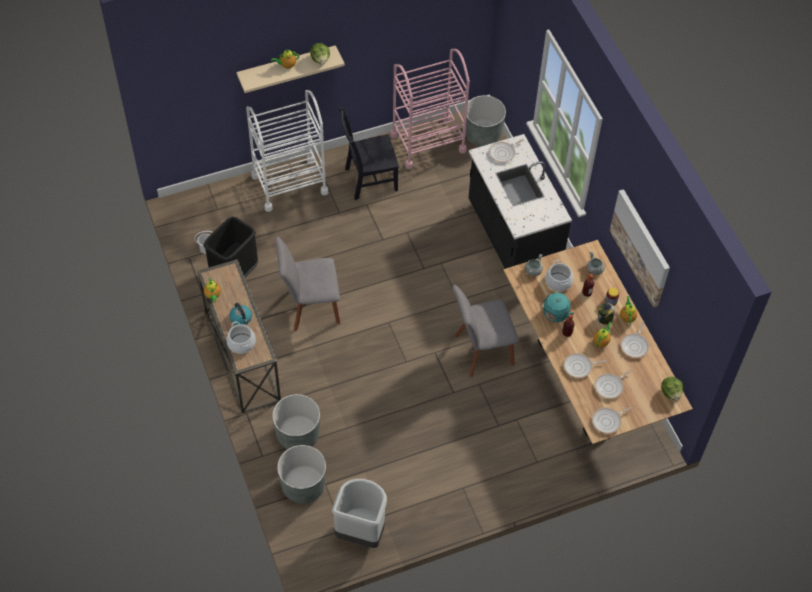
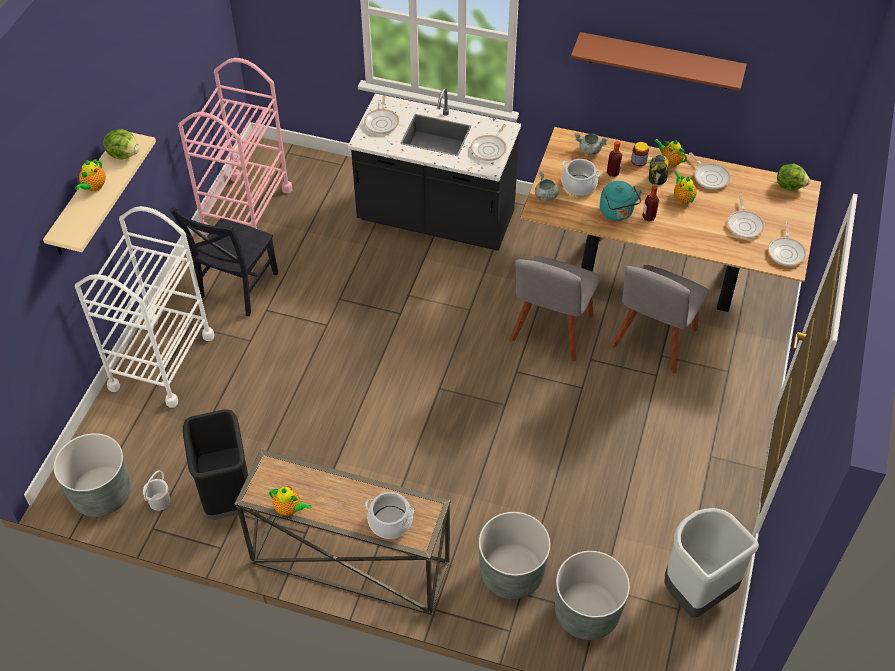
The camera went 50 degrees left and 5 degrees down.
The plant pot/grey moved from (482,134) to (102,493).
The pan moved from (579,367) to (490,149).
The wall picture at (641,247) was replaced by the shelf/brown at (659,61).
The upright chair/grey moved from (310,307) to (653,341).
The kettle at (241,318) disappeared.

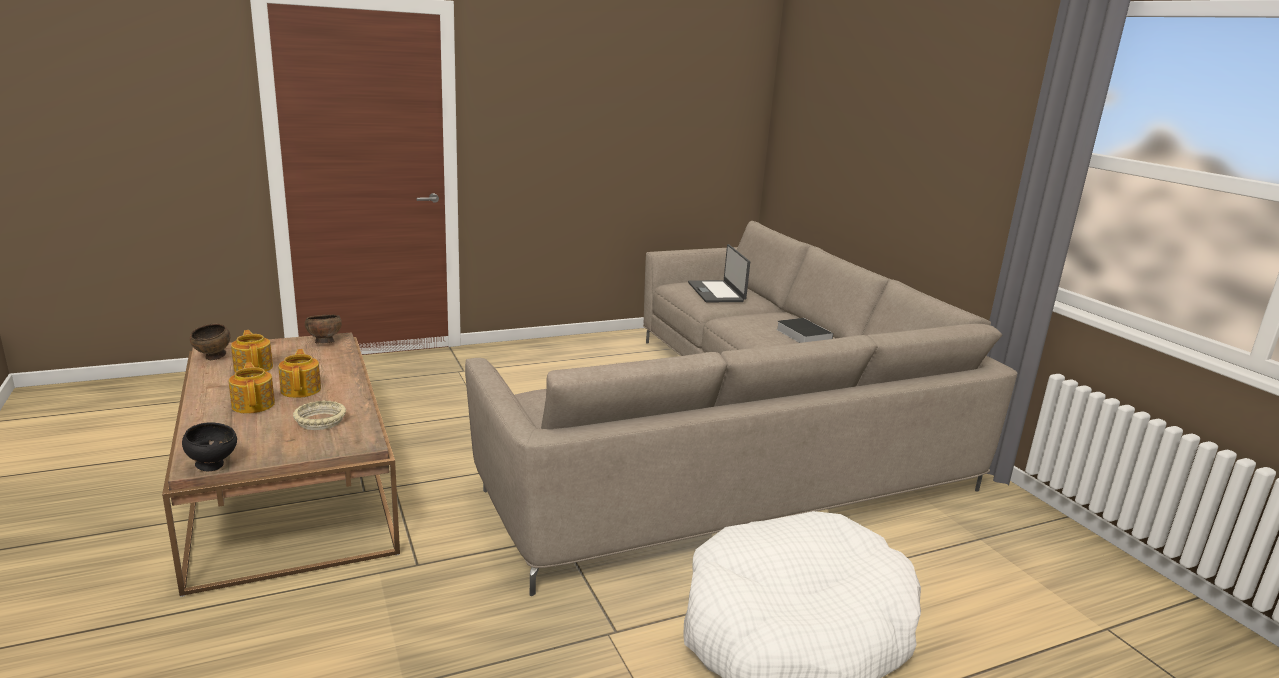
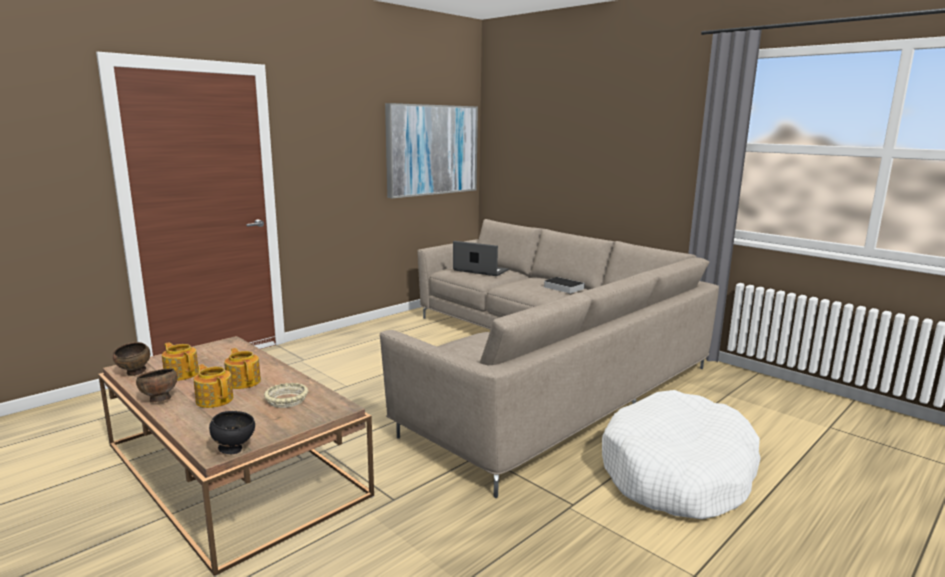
The camera went 20 degrees left and 5 degrees down.
The deep dish/brown moved from (324,343) to (159,400).
The wall picture at (432,150) appeared.
The laptop at (717,292) turned 150 degrees clockwise.

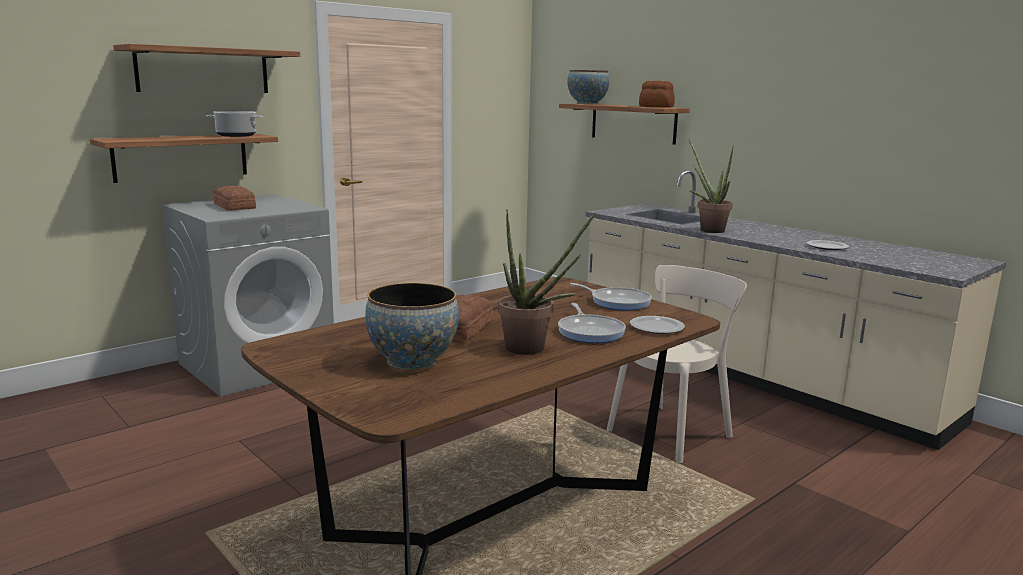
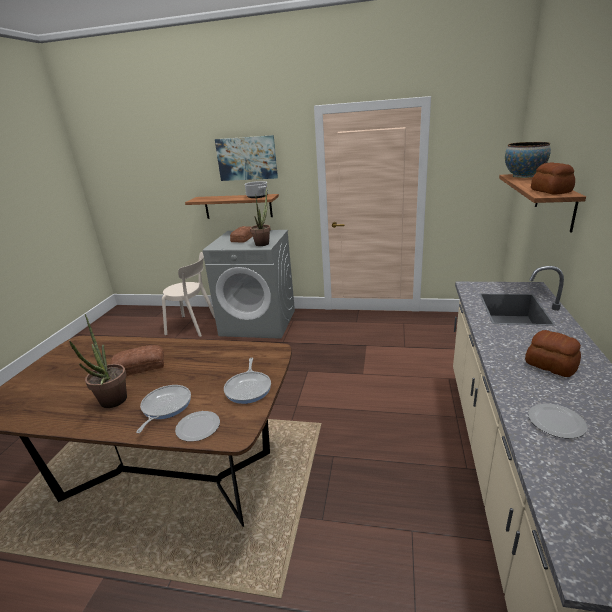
The camera went 55 degrees right and 10 degrees up.
The pan at (590,332) turned 150 degrees clockwise.
The upright chair/beige-coloured moved from (672,431) to (194,326).
The shelf at (203,70) was replaced by the wall picture at (247,158).
The plant in a pot moved from (708,229) to (263,243).
The bakery bread at (550,365) appeared.
The deep dish at (412,361) disappeared.

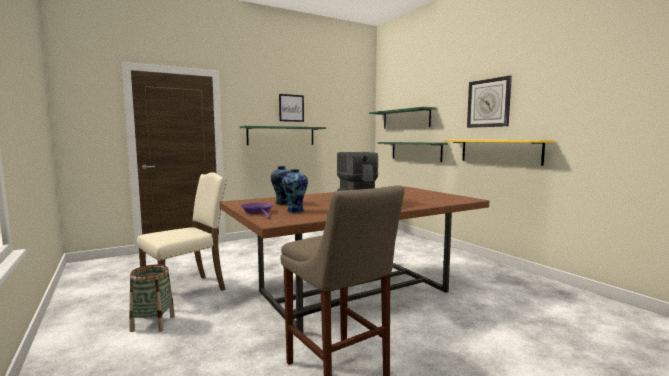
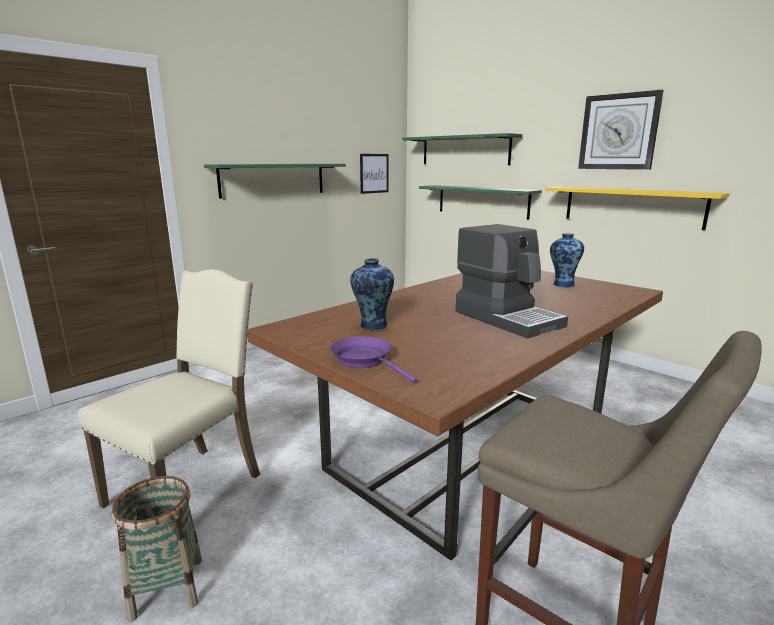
The camera went 15 degrees left and 10 degrees up.
The wall picture moved from (291,108) to (374,173).
The decorative vase moved from (295,211) to (562,284).

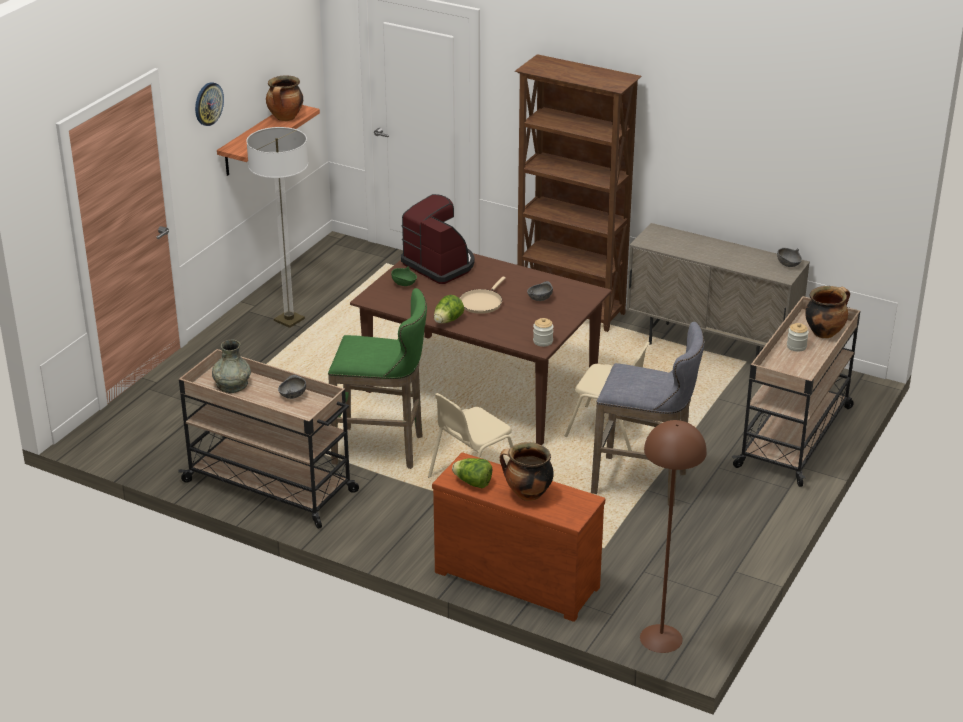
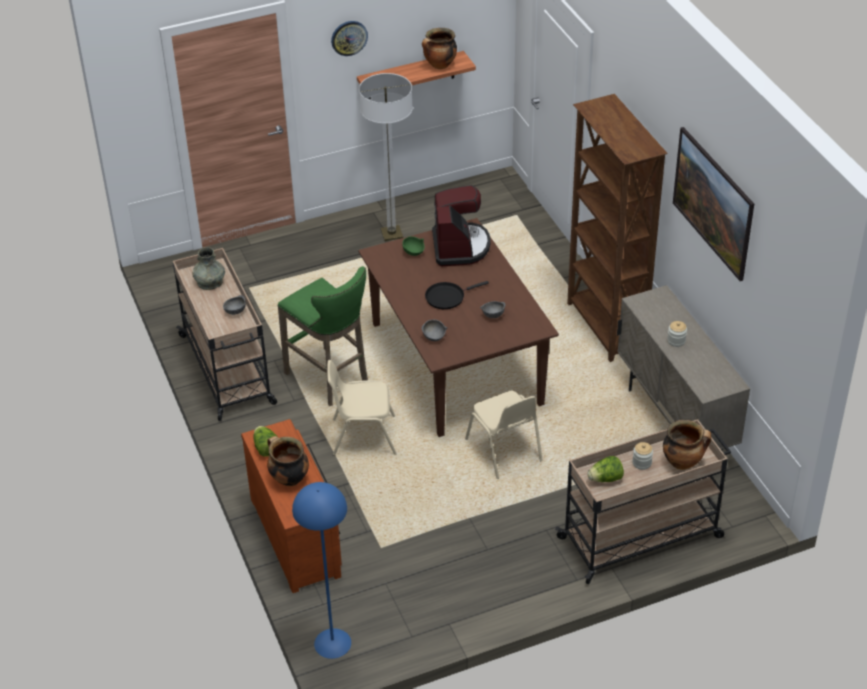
The camera went 40 degrees right and 10 degrees up.
The standard lamp/brown at (660,638) became the standard lamp/blue at (332,643).
The deep dish/grey moved from (788,265) to (434,337).
The pan/beige-coloured at (482,302) became the pan/blackish at (447,297).
The lettuce moved from (447,321) to (605,479).
The preserve jar moved from (543,341) to (676,341).
The wall picture at (710,221) appeared.
The stool seat/grey at (644,483) disappeared.

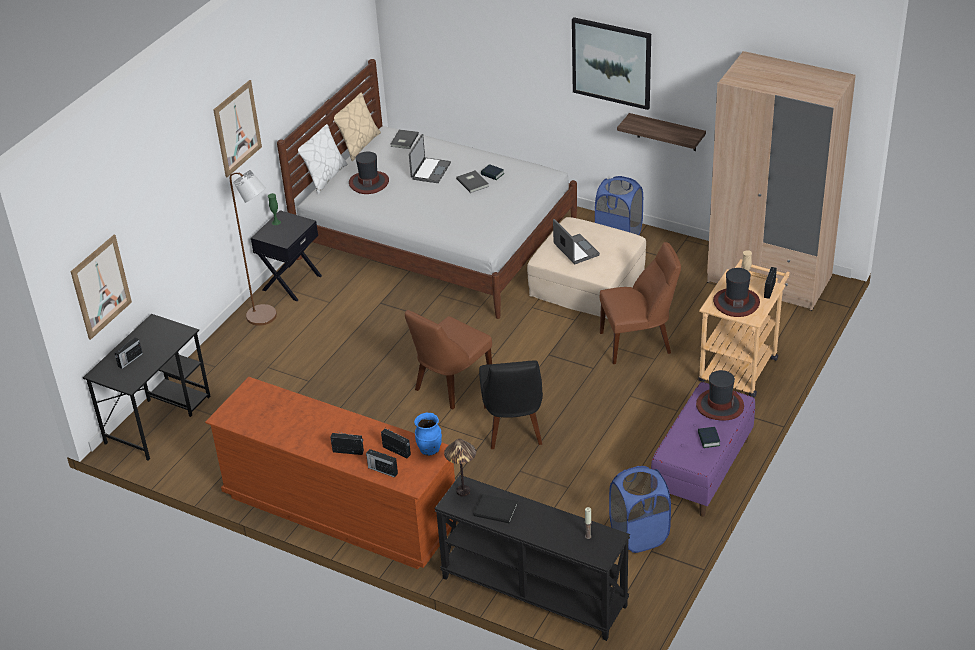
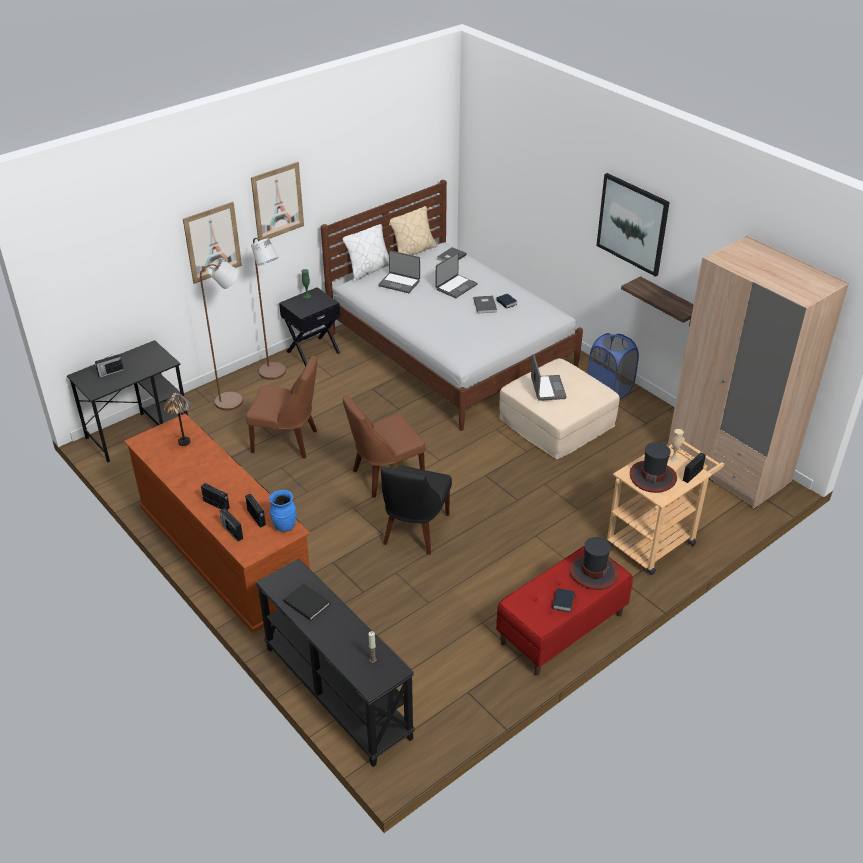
The camera went 20 degrees right and 0 degrees up.
The table lamp moved from (463,491) to (184,442).
The wall picture moved from (101,287) to (212,242).
The standard lamp/brown at (234,401) appeared.
The upright chair/brown moved from (639,342) to (288,441).
The clothing hat at (369,182) was replaced by the laptop at (399,283).
The indoor bench/purplish at (702,470) became the indoor bench/reddish at (562,629).
The washing basket/blue at (639,535) disappeared.

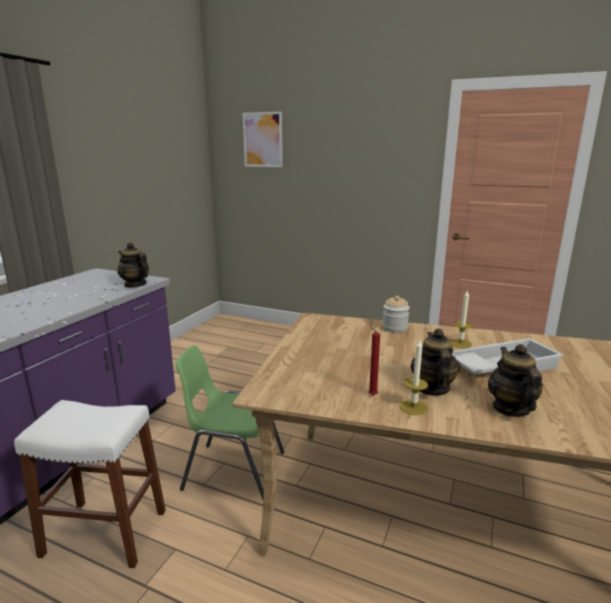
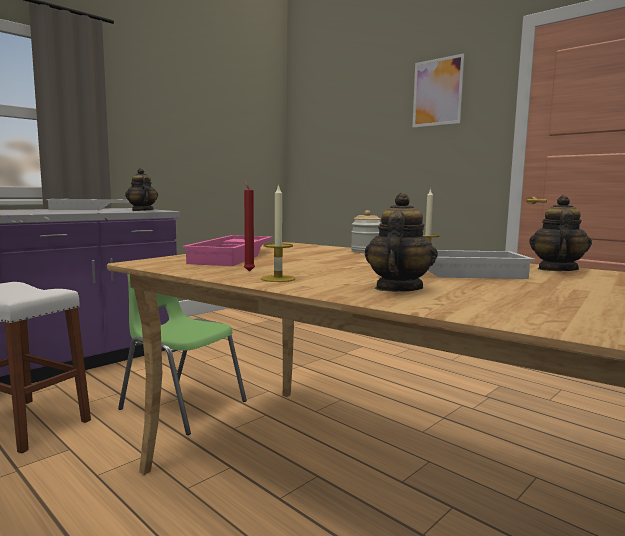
The camera went 20 degrees right and 10 degrees down.
The carrying tray/white-coloured at (89,209) appeared.
The carrying tray/pink at (233,257) appeared.
The wall picture moved from (262,140) to (437,92).
The teapot moved from (432,388) to (556,270).

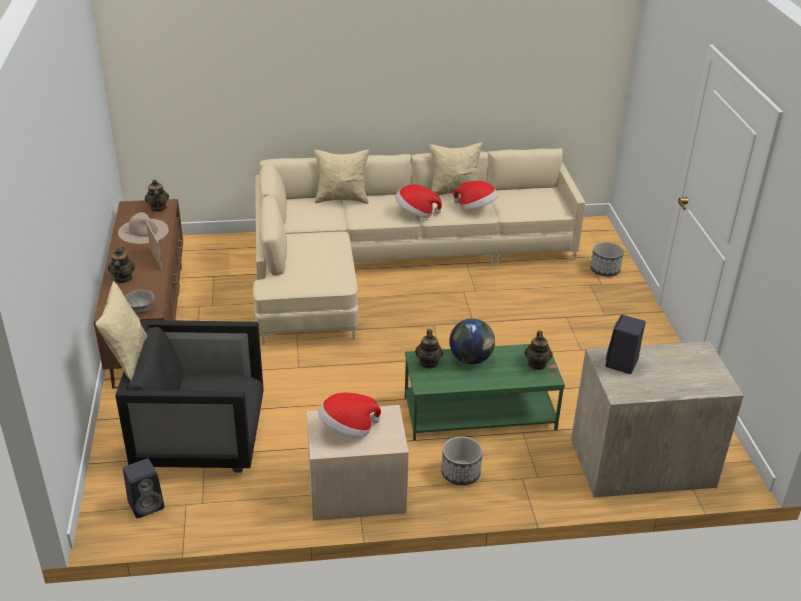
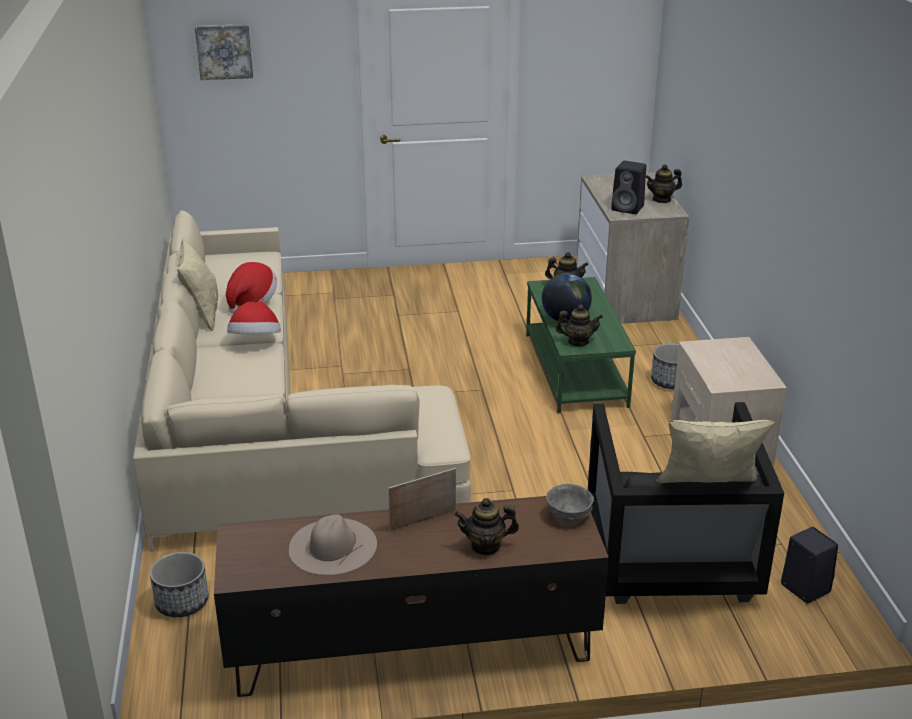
The camera went 90 degrees left and 5 degrees down.
The plant pot moved from (605,270) to (182,602).
The wall picture at (224,51) appeared.
The teapot moved from (158,208) to (662,199).
The throw pillow/beige-coloured at (342,199) disappeared.
The clothing hat at (347,429) disappeared.

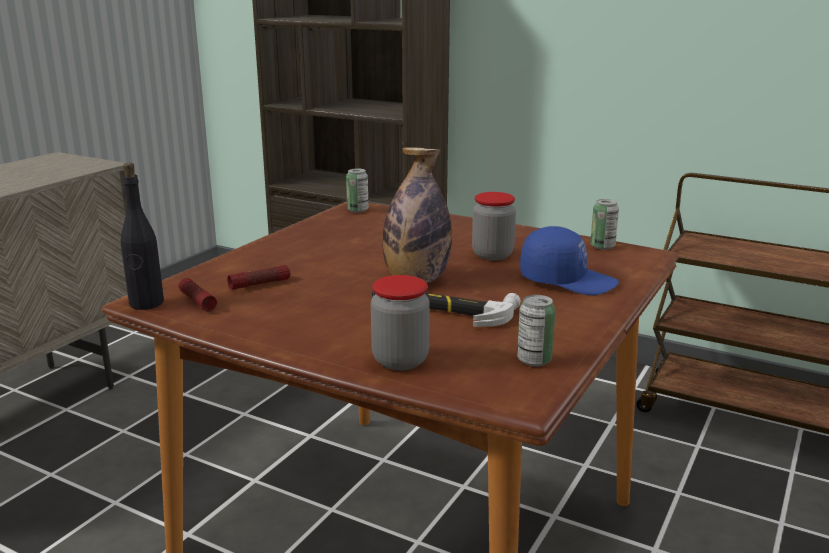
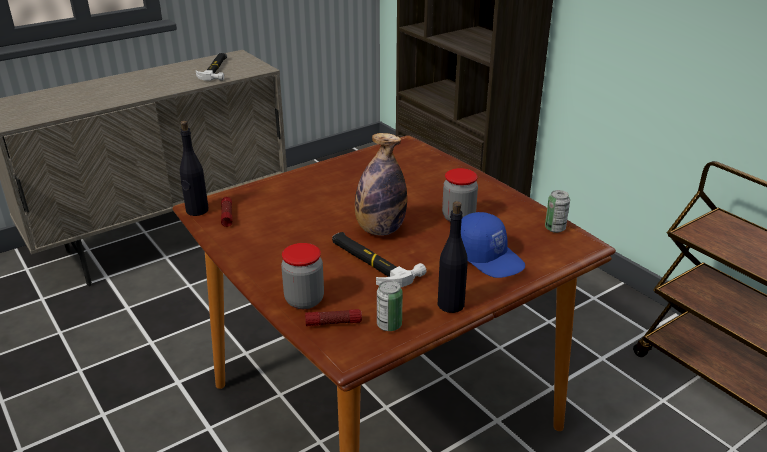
The camera went 25 degrees right and 10 degrees up.
The hand hammer at (216,69) appeared.
The hand torch moved from (260,284) to (333,323).
The bottle/blackish at (451,304) appeared.
The metal can at (357,210) disappeared.

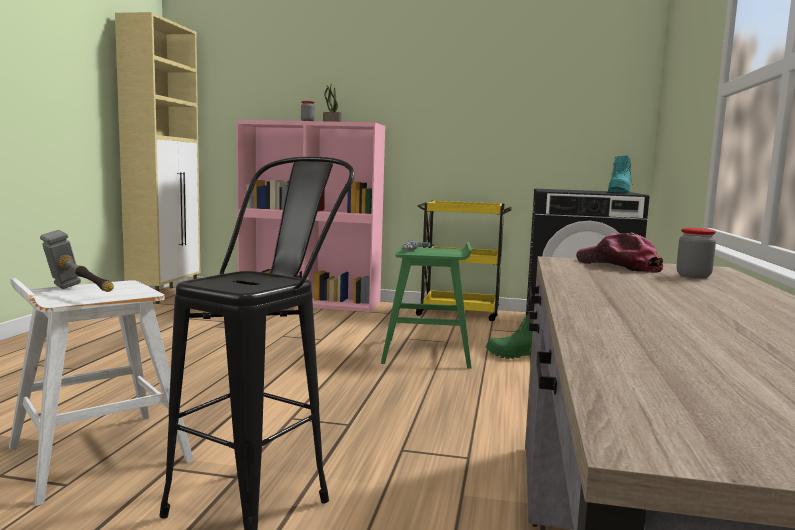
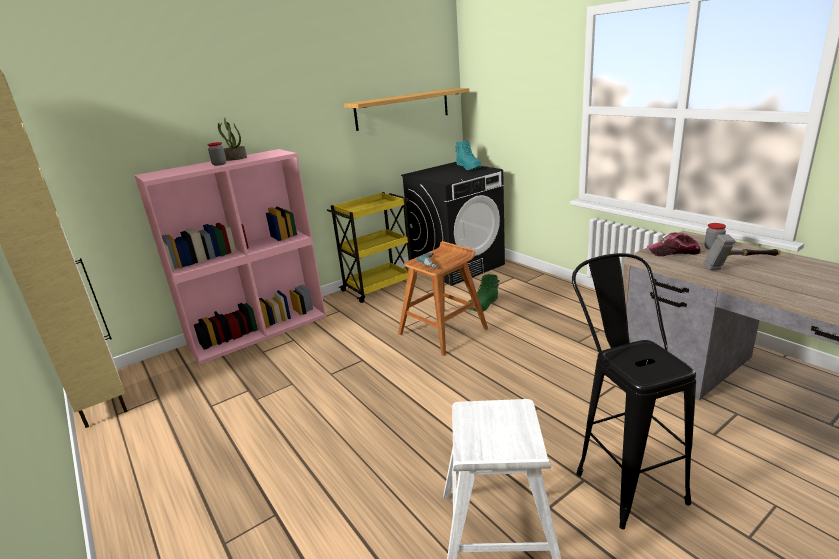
The camera went 45 degrees left and 15 degrees up.
The shelf at (403,109) appeared.
The stool seat/green-coloured at (428,353) became the stool seat/brown at (444,331).
The hand hammer moved from (80,294) to (740,266).

